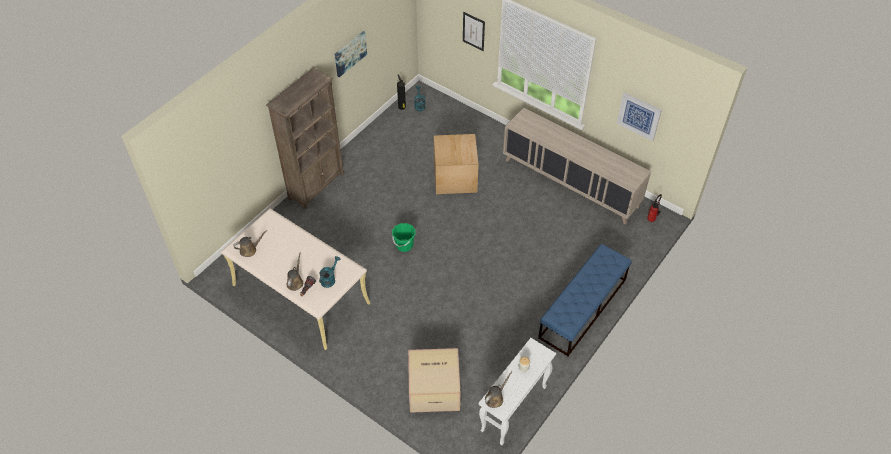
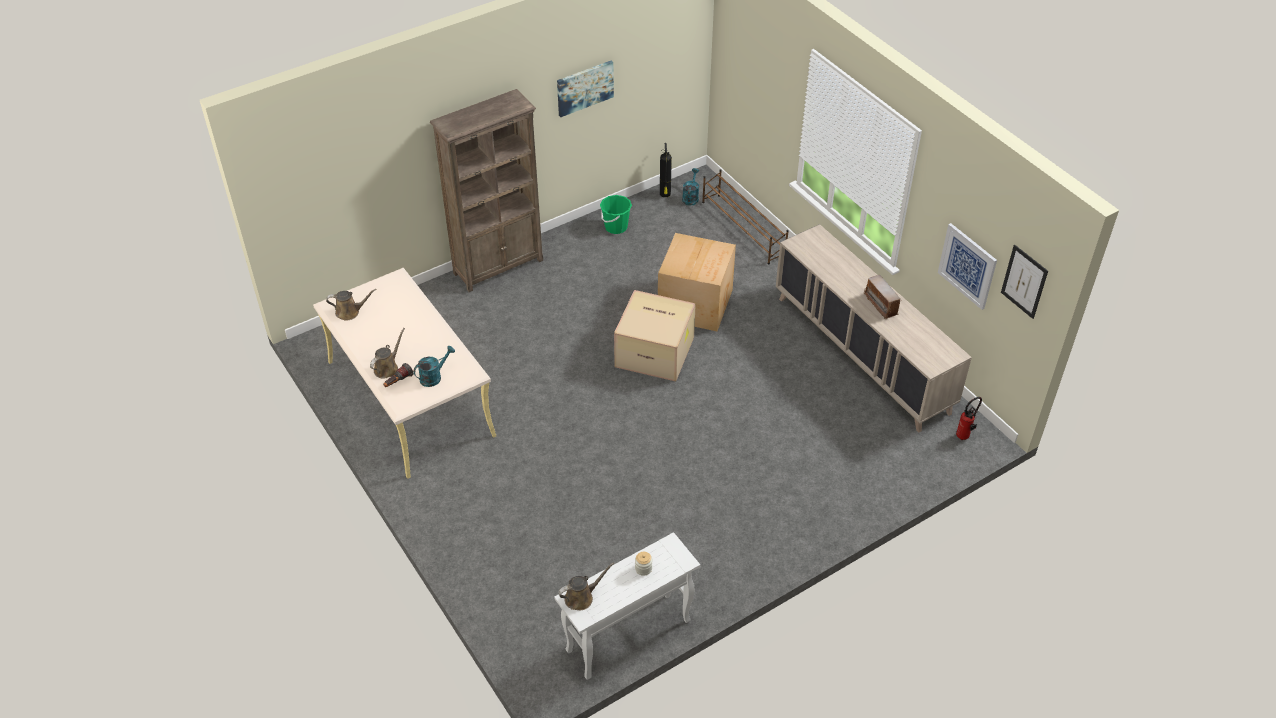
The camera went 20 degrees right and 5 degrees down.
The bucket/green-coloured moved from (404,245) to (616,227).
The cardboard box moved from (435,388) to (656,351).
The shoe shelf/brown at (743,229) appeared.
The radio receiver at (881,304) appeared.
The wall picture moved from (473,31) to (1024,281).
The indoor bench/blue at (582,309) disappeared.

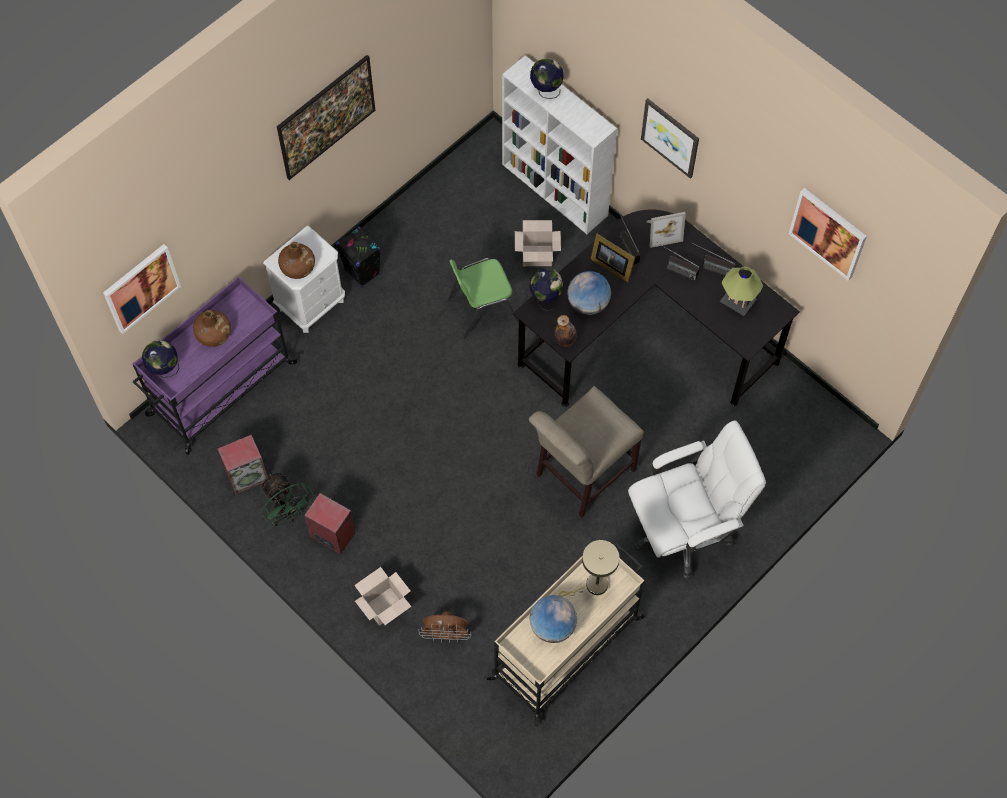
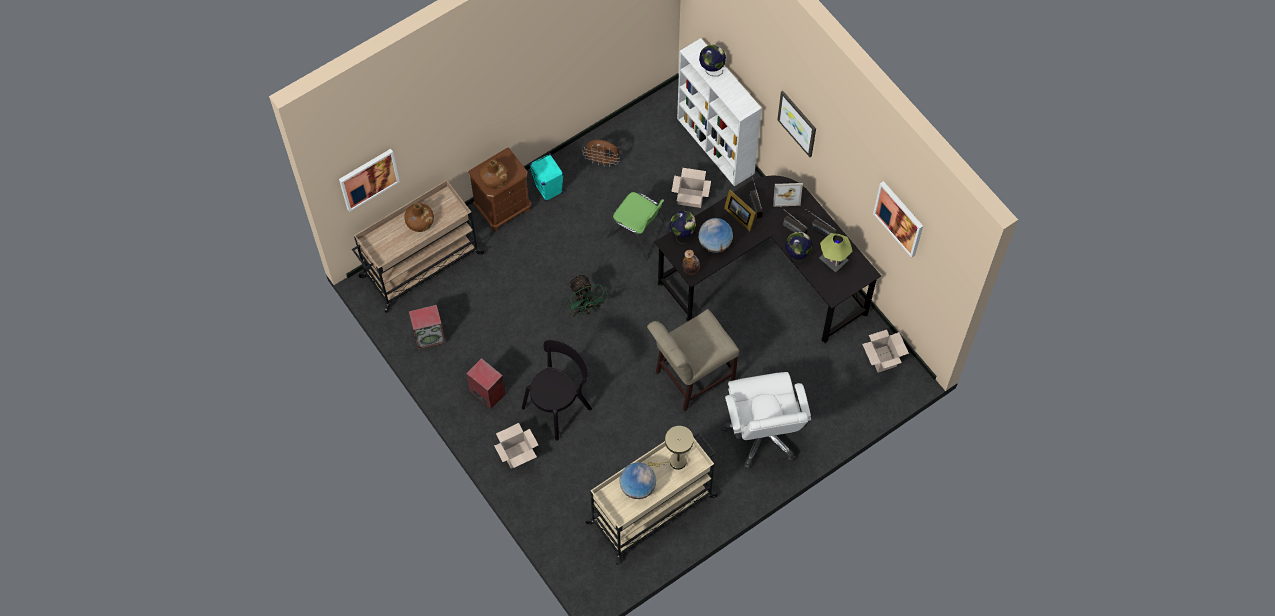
The camera went 10 degrees right and 0 degrees up.
The wheeled cart/purplish at (220,390) became the wheeled cart/beige-coloured at (420,266).
The nightstand/white-coloured at (311,304) became the nightstand/brown at (503,209).
The upright chair/blackish at (559,405) appeared.
The speaker/blackish at (362,272) became the speaker/turquoise at (548,189).
The fan/green-coloured moved from (288,514) to (585,309).
The fan/brown moved from (446,635) to (602,161).
The upright chair/green-coloured at (482,309) turned 135 degrees counterclockwise.
The desk chair/white-coloured at (684,531) turned 90 degrees clockwise.
The globe moved from (164,369) to (797,255).
The cardboard box at (883,359) appeared.
The wall picture at (328,130) disappeared.

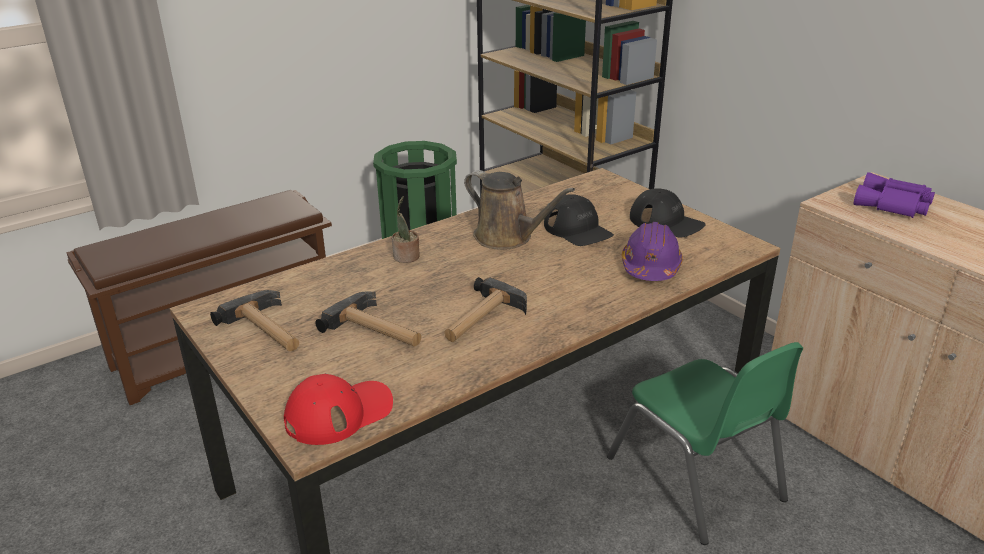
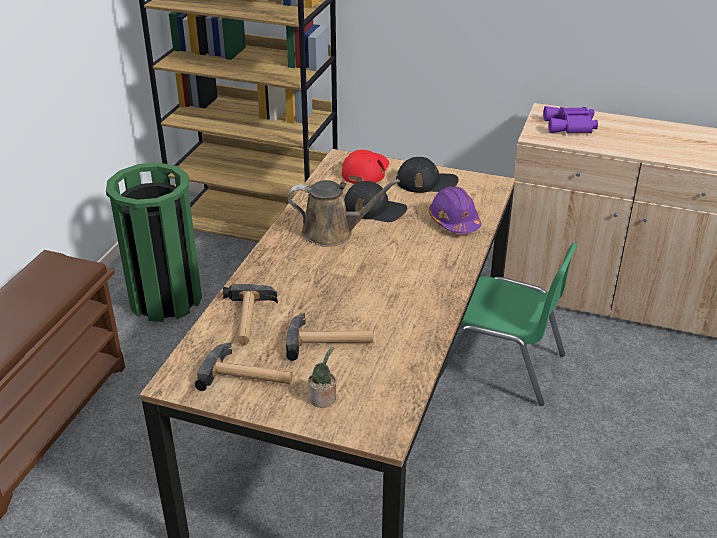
The camera went 35 degrees left and 5 degrees up.
The hand hammer moved from (480,319) to (248,319).
The plant in a pot moved from (406,257) to (323,399).
The peaked cap/reddish moved from (339,413) to (366,170).

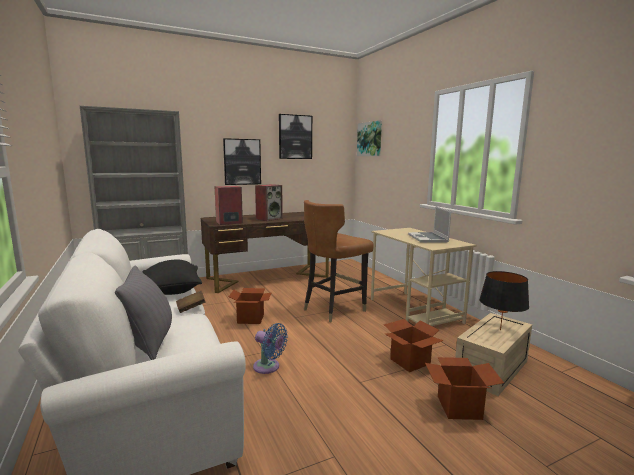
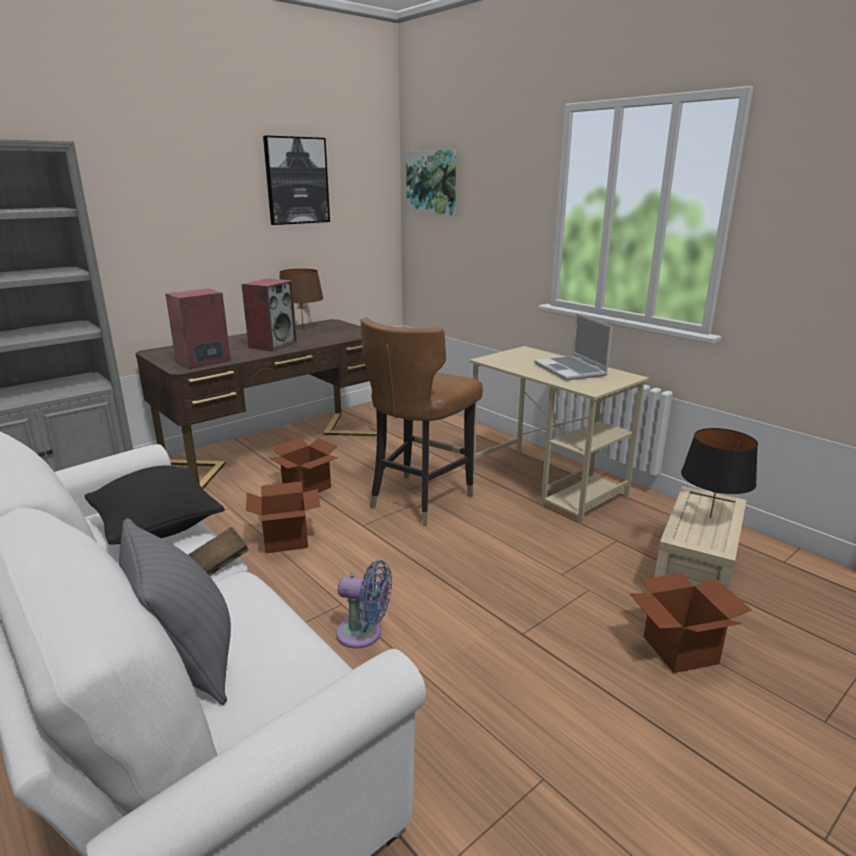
The camera went 15 degrees left and 10 degrees up.
The cardboard box moved from (410,361) to (307,488).
The table lamp/brown at (303,328) appeared.
The wall picture at (242,162) disappeared.

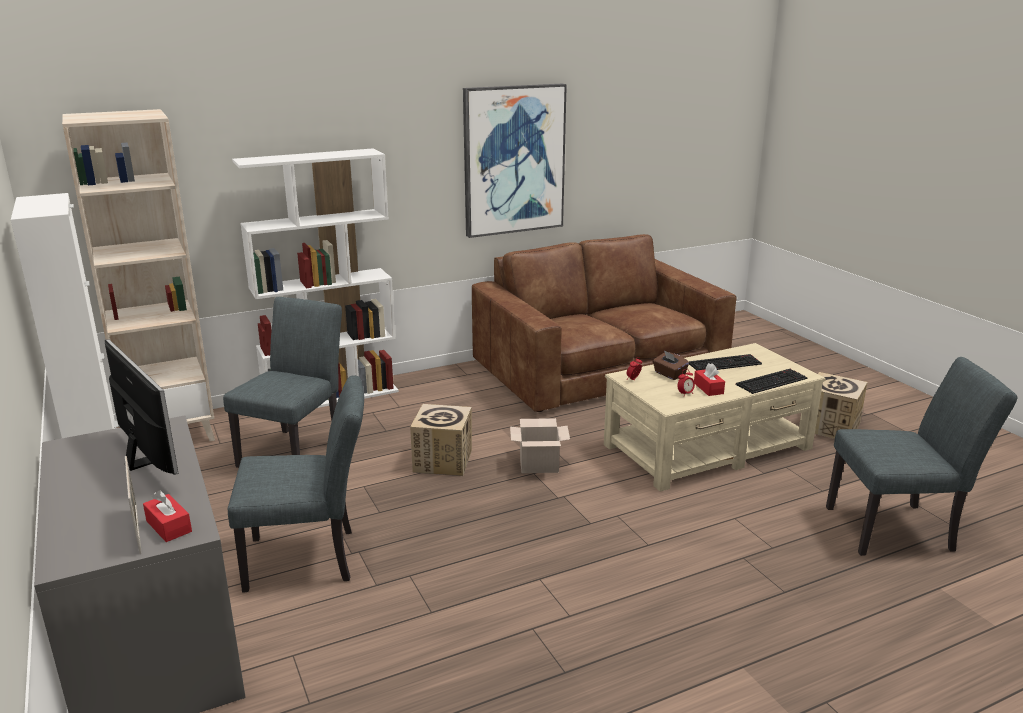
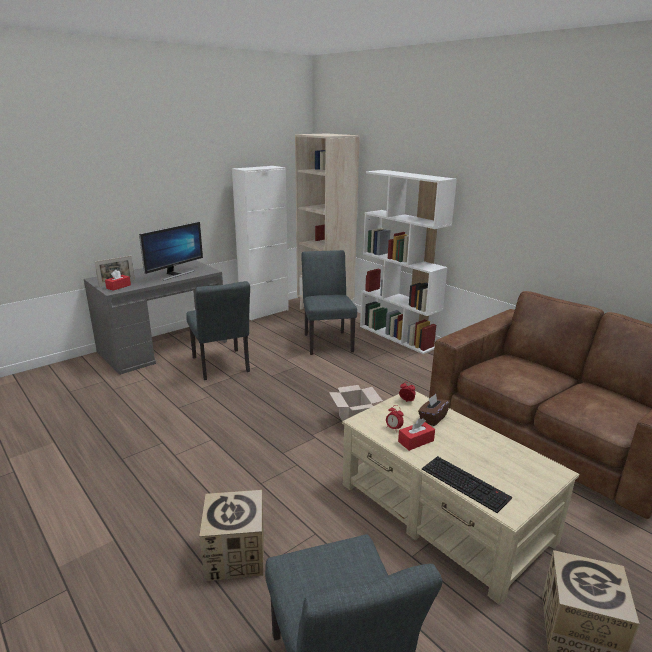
The camera went 75 degrees right and 0 degrees up.
The cardboard box moved from (443,461) to (235,555).
The upright chair/grey at (296,450) turned 105 degrees counterclockwise.
The wall picture at (513,160) disappeared.
The PC keyboard at (725,363) disappeared.

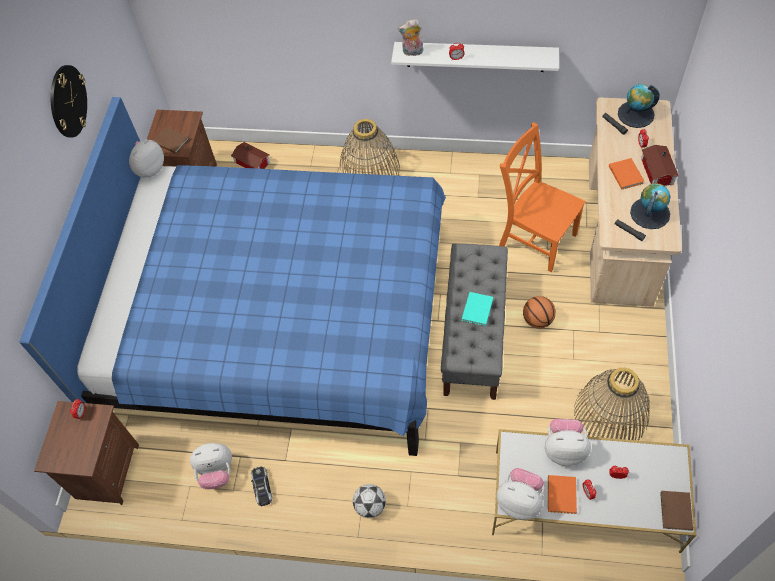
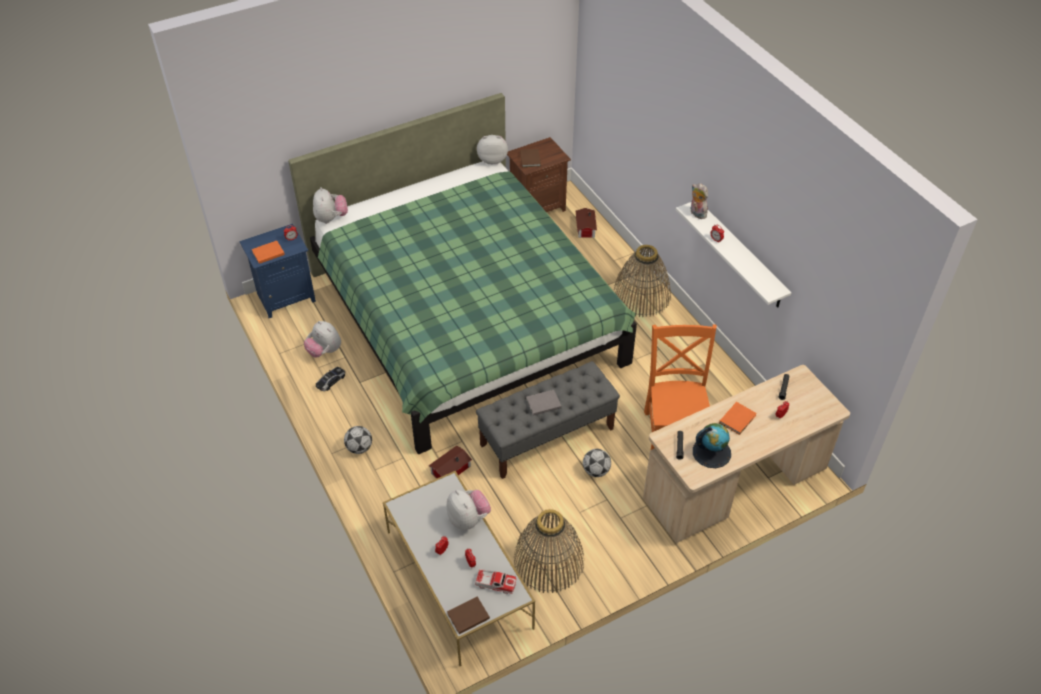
The camera went 50 degrees right and 10 degrees down.
The nightstand/brown at (106,472) became the nightstand/blue at (285,297).
The book/orange-coloured moved from (561,496) to (267,253).
The bed/blue at (279,321) became the bed/green-coloured at (465,318).
The cuddly toy moved from (520,501) to (331,218).
The miniature house moved from (656,172) to (449,469).
The miniature car at (495,583) appeared.
The book/turquoise at (476,310) became the book/grey at (542,403).
The ball for basketball at (537,320) was replaced by the ball for football at (596,471).
The hanging clock at (68,101) disappeared.
The globe at (635,114) disappeared.

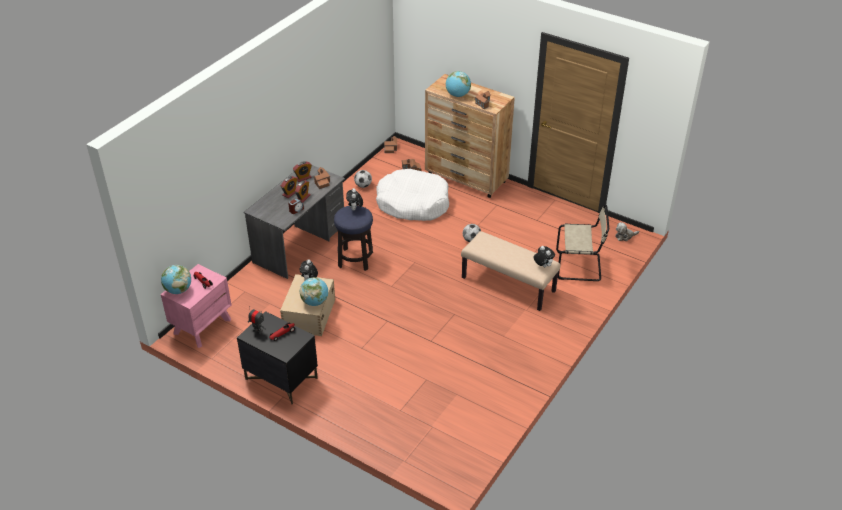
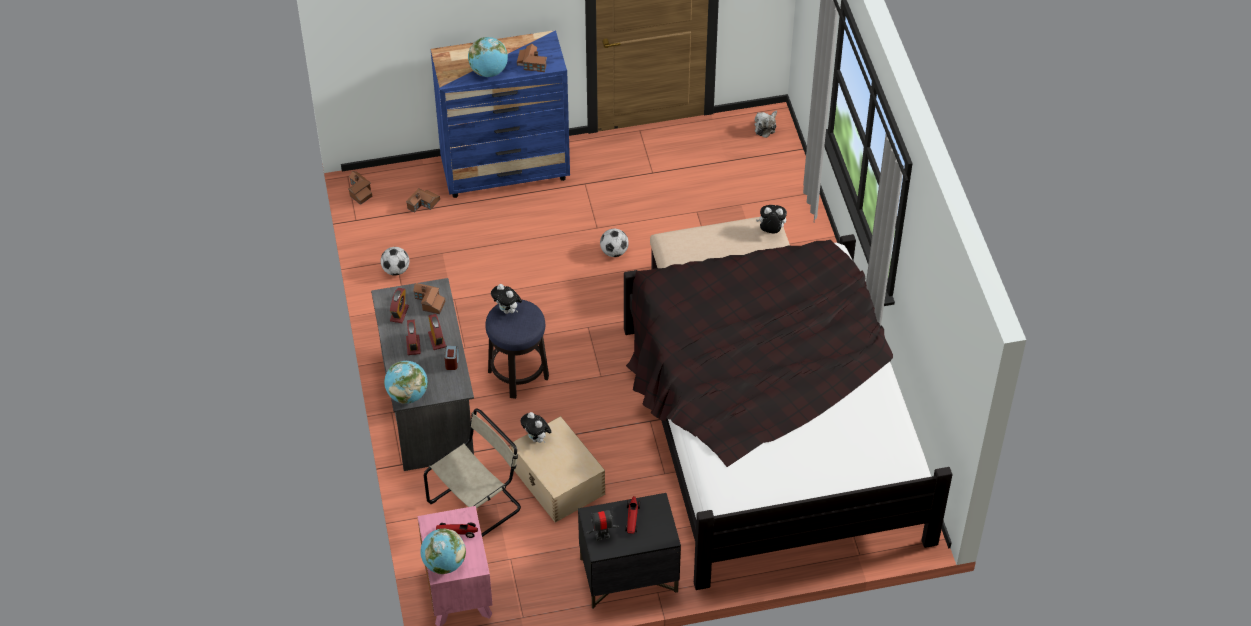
The camera went 45 degrees left and 10 degrees up.
The globe moved from (315,302) to (407,395).
The upright chair/beige-coloured moved from (580,266) to (477,505).
The dresser/brown at (466,178) became the dresser/blue at (506,171).
The bed/blackish at (772,431) appeared.
The pet bed/white-coloured at (413,203) disappeared.

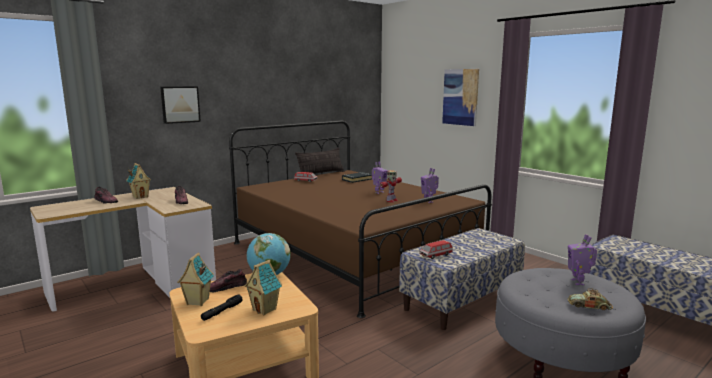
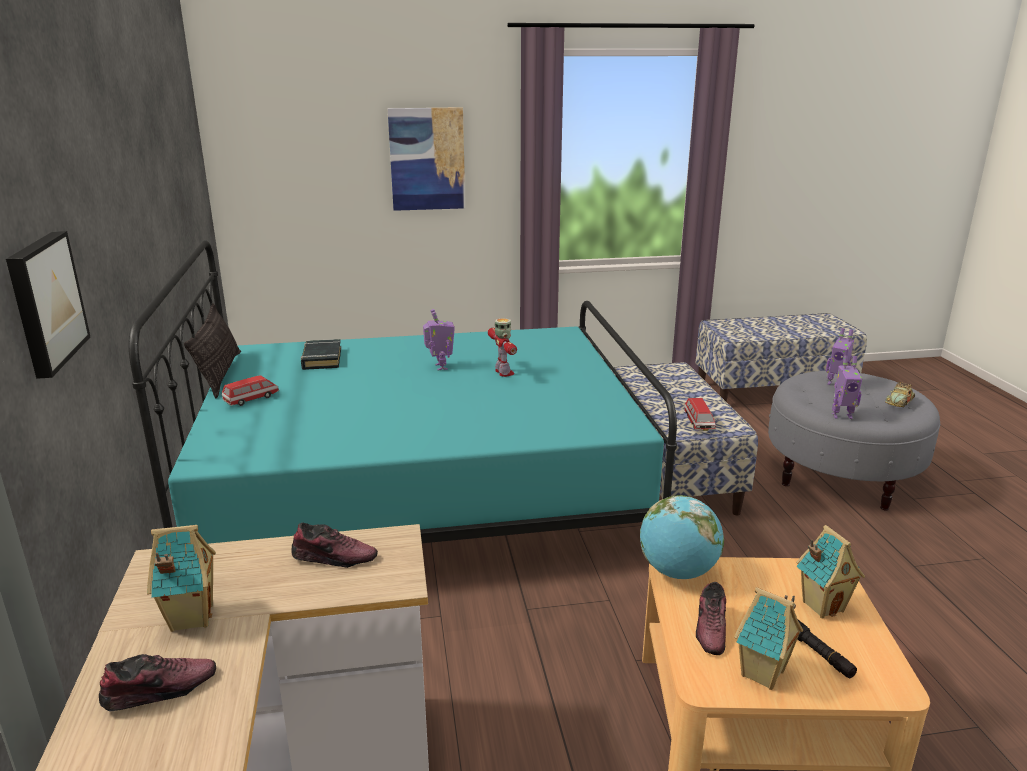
The camera went 60 degrees left and 10 degrees up.
The bed/brown at (353,253) became the bed/turquoise at (423,495).
The model robot moved from (429,201) to (841,415).

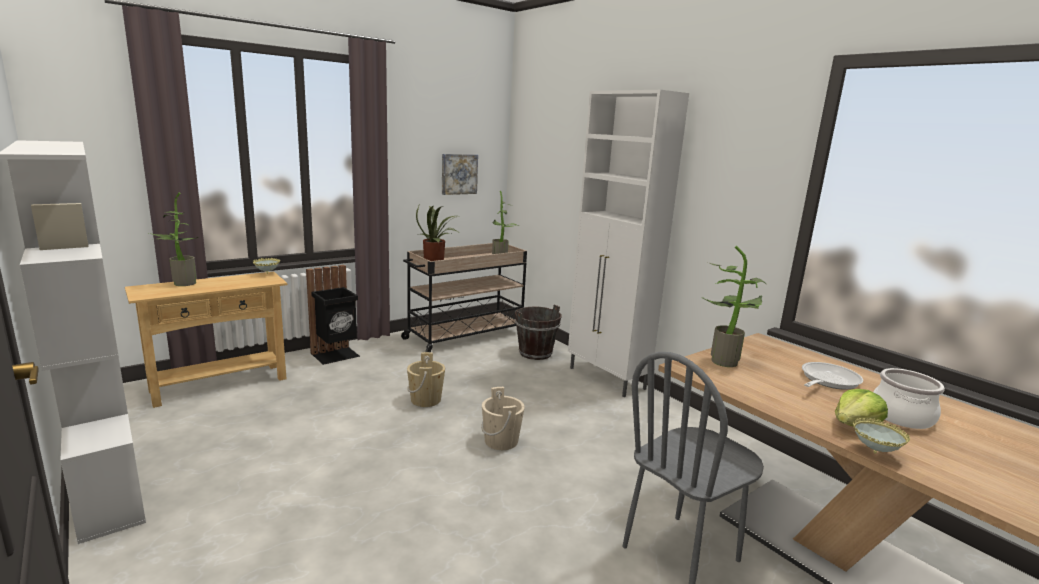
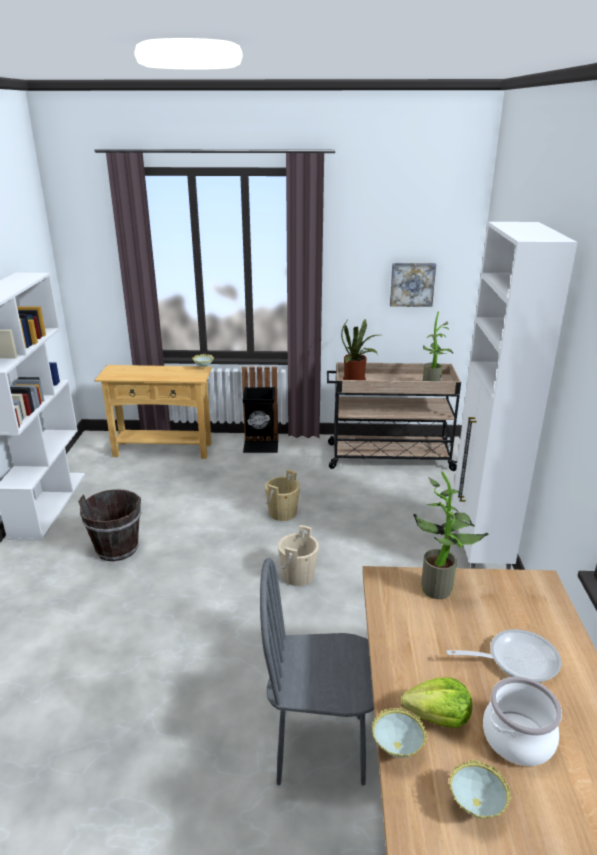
The camera went 40 degrees right and 10 degrees up.
The bucket/brown moved from (535,353) to (117,549).
The deep dish at (475,807) appeared.
The plant in a pot at (181,284) disappeared.

